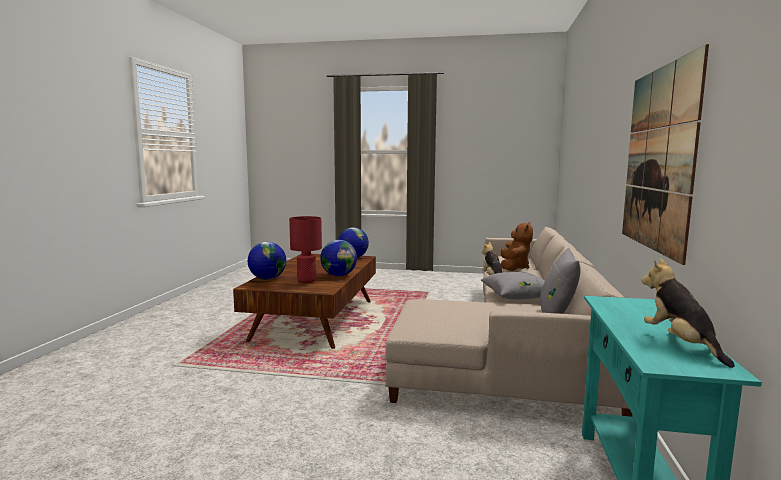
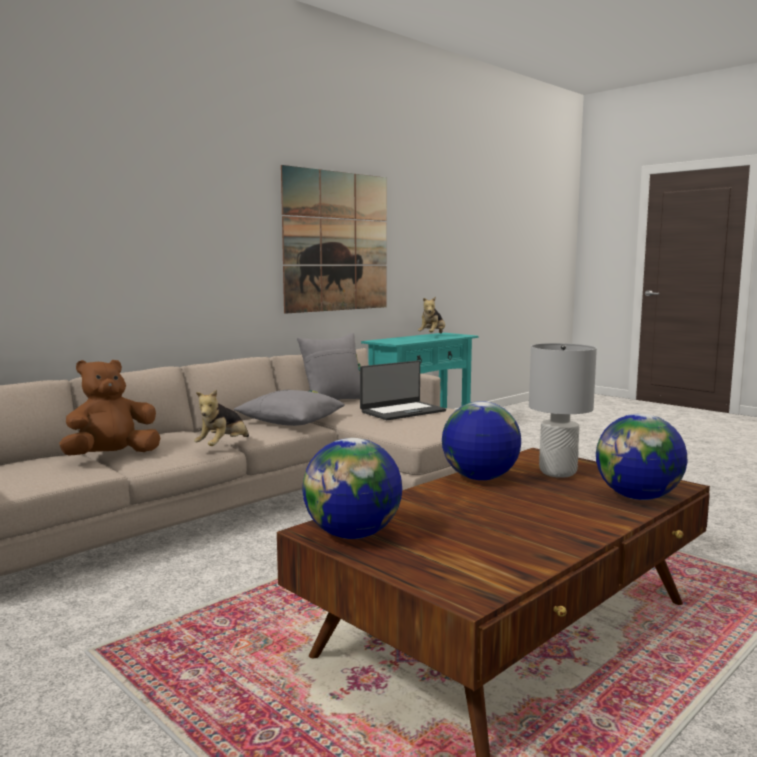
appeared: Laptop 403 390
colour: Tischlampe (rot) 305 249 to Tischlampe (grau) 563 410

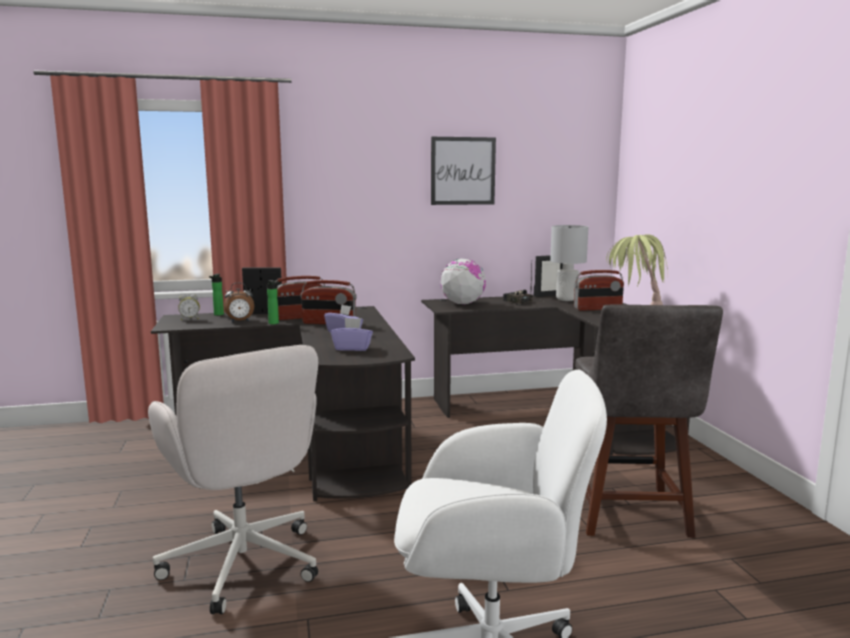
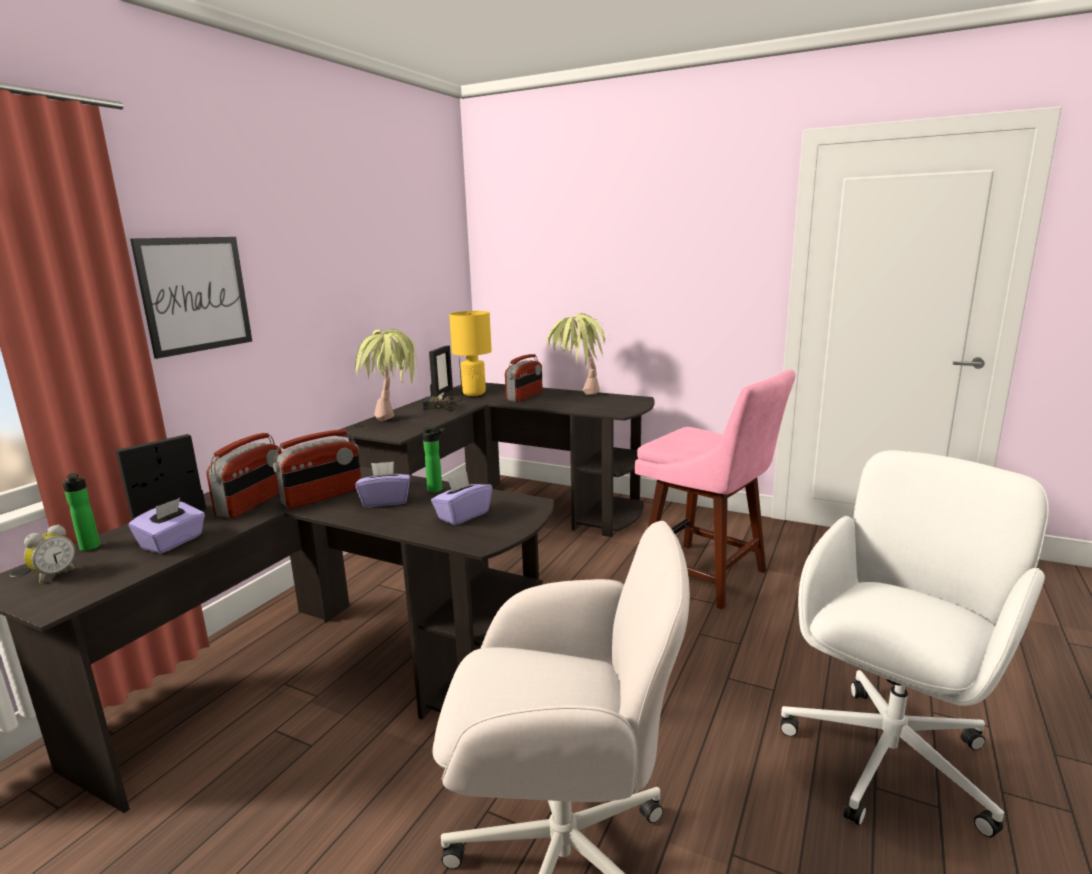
relocated: Bild 463 171 to 191 298; Flasche 273 302 to 433 460
exchanged: Globus 463 281 to Topfpflanze 387 375; Wecker 239 302 to Taschentuchbox (lila) 167 526
colour: Tischlampe (grau) 569 263 to Tischlampe (gelb) 470 353; Hocker (grau) 648 421 to Hocker (rosa) 715 489

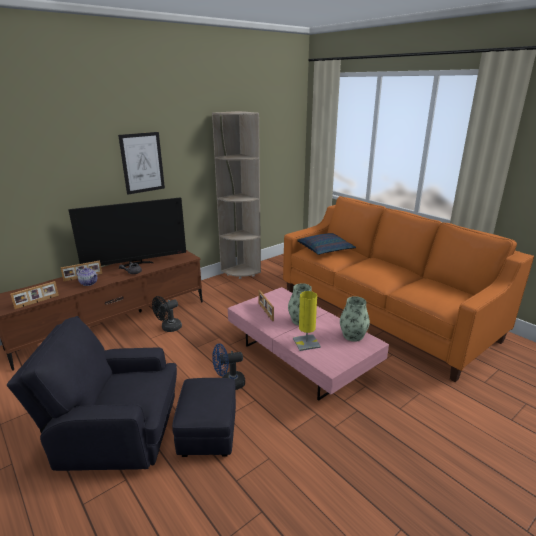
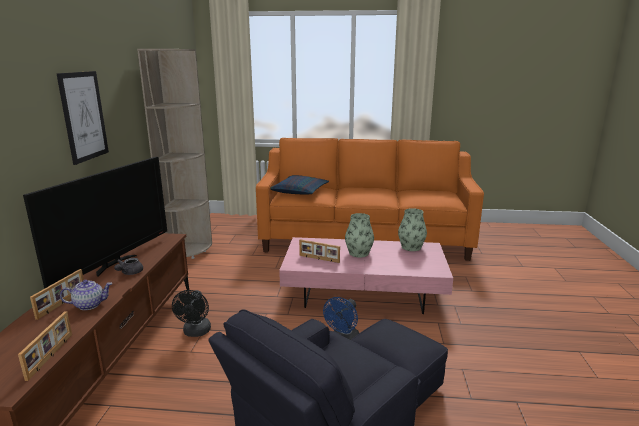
missing: Tischlampe (gelb) 307 321

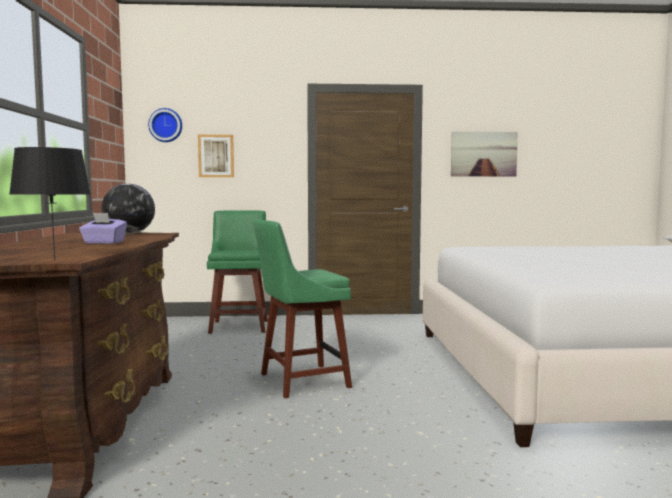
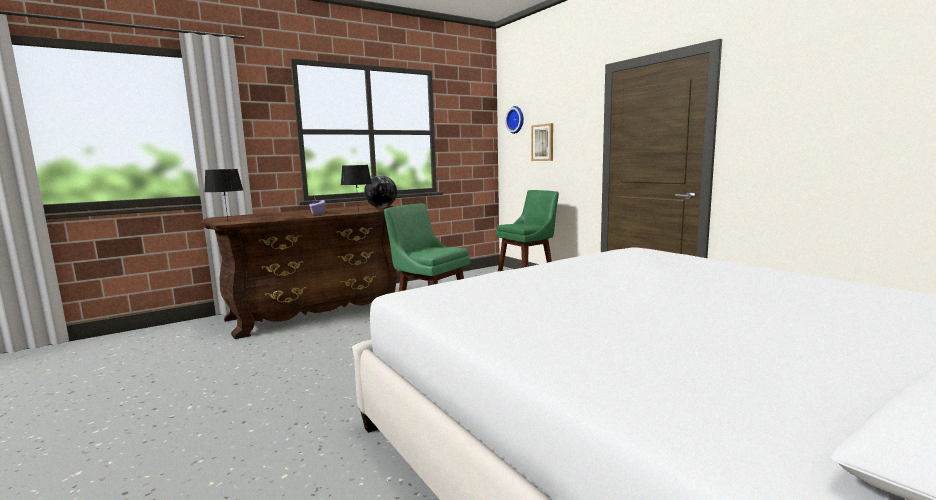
missing: Bild 484 153
appeared: Tischlampe (schwarz) 356 188

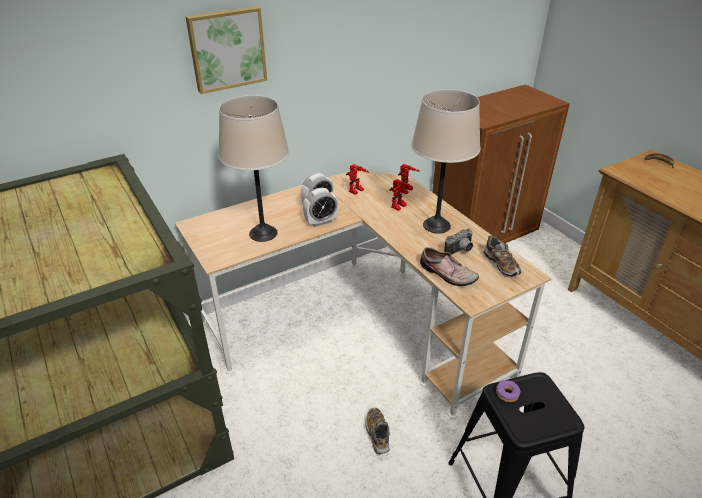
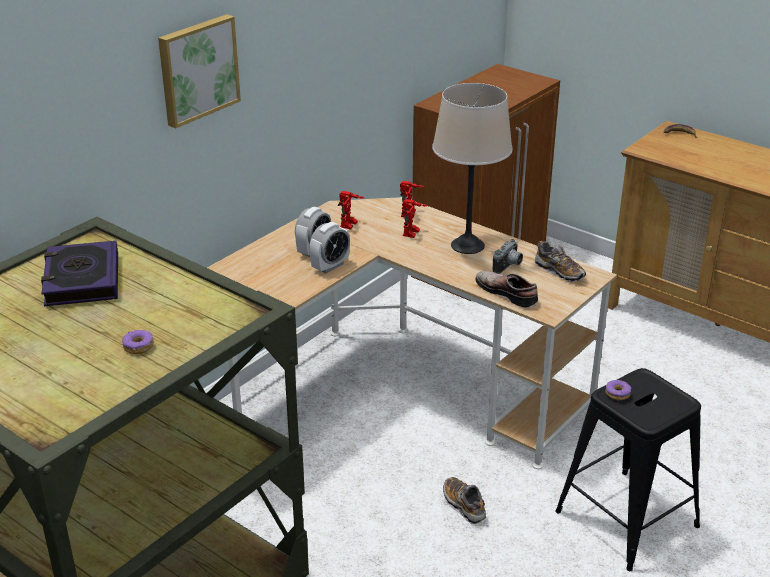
missing: Tischlampe (beige) 254 168
appeared: Buch 79 273; Donut 138 342
spun: Schuh 449 266 = 507 289 150 degrees counterclockwise

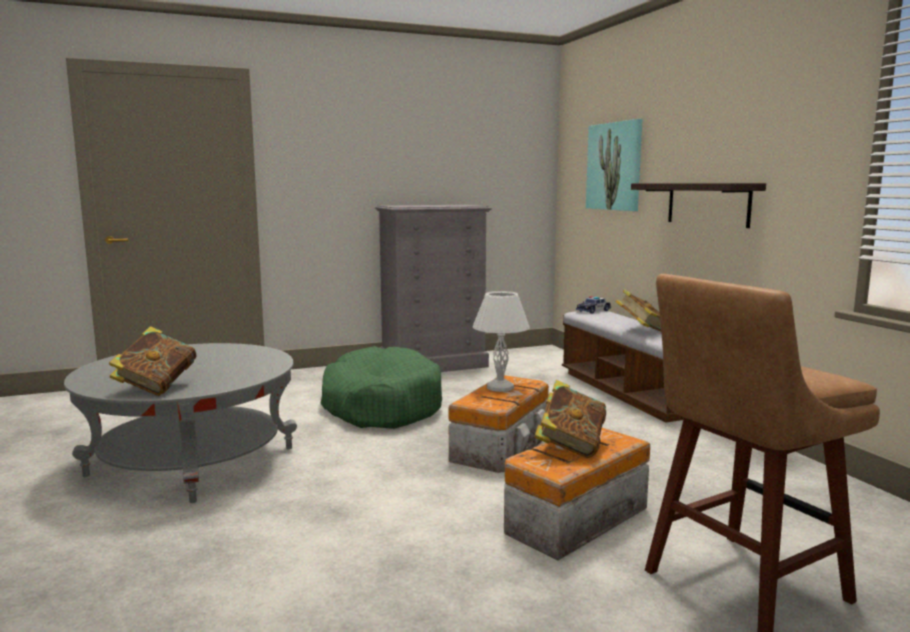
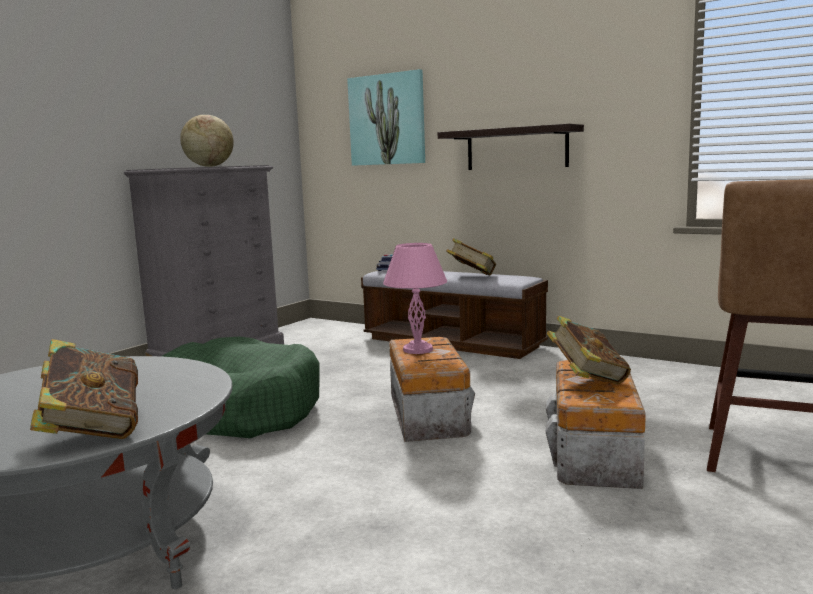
appeared: Globus 207 141
colour: Tischlampe (weiß) 501 341 to Tischlampe (rosa) 415 298

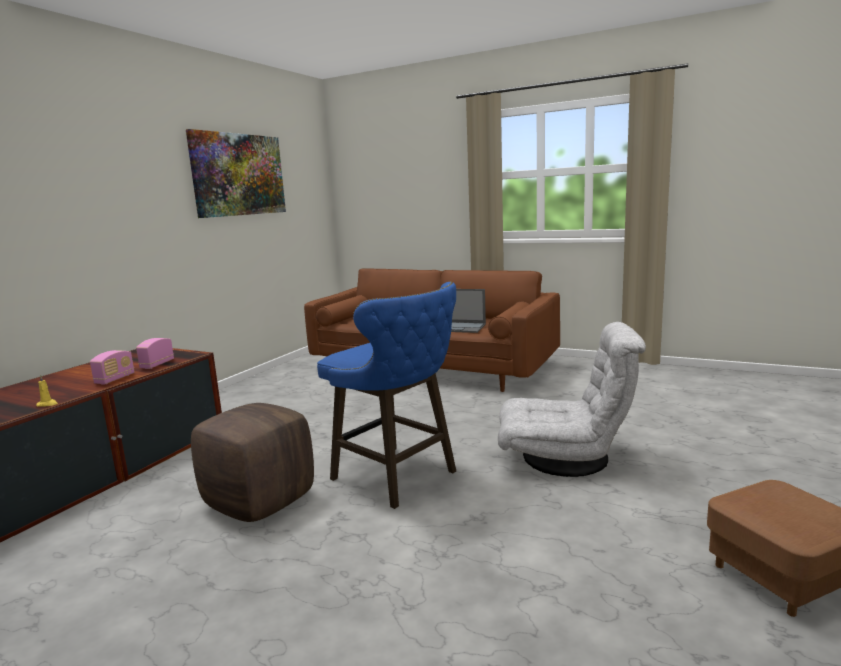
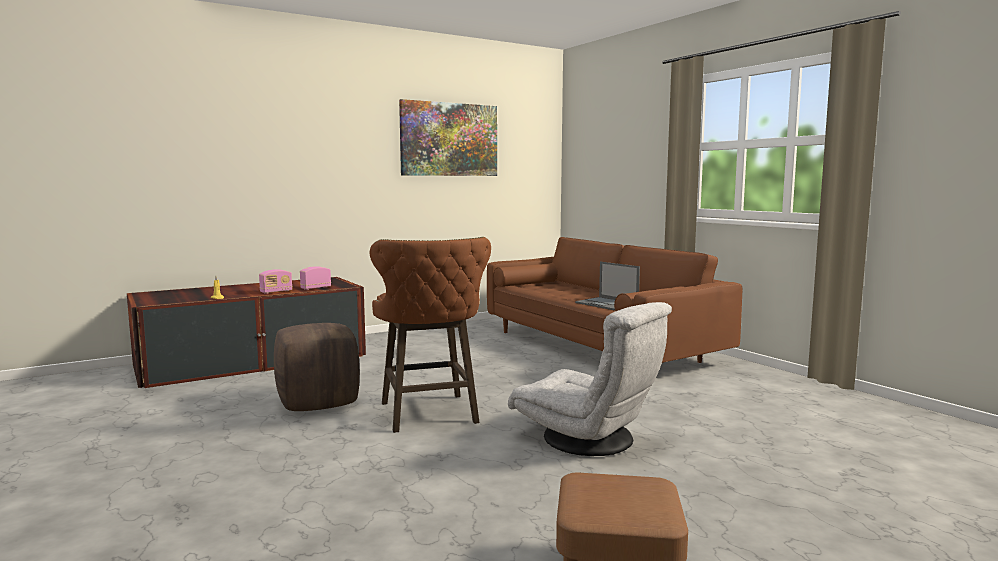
colour: Hocker (blau) 386 395 to Hocker (braun) 430 335

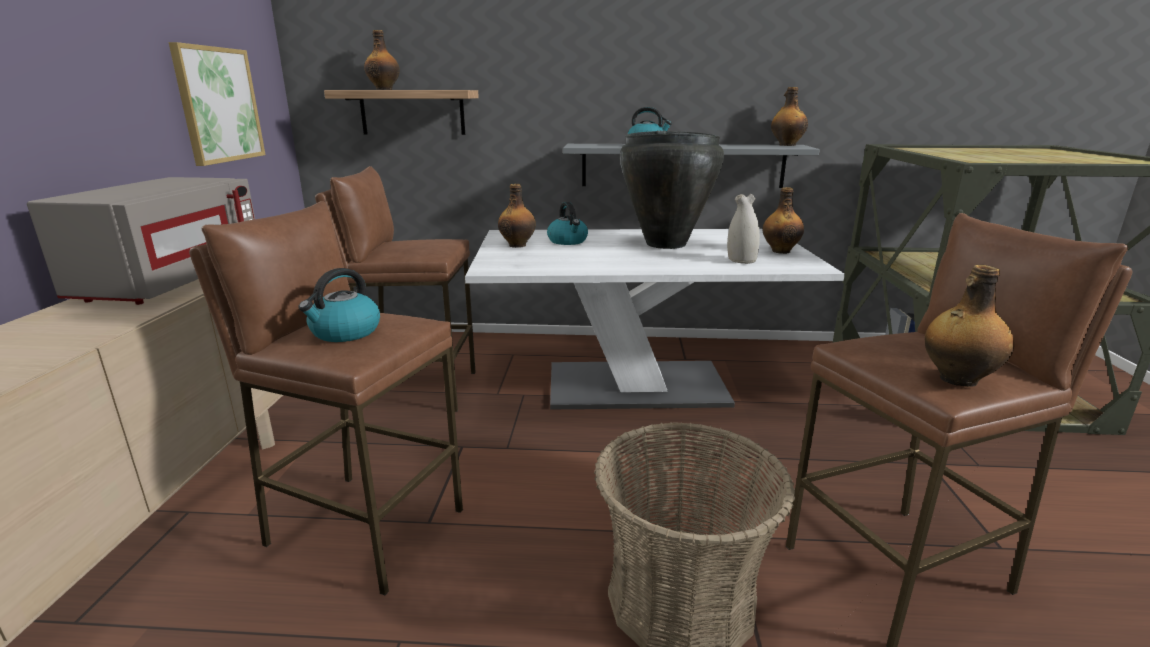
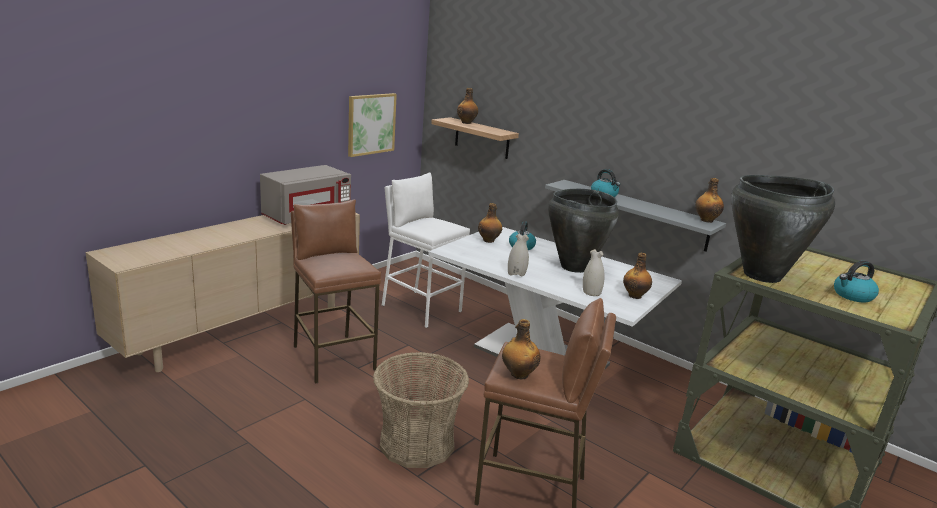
appeared: Vase (schwarz) 783 229; Vase (weiß) 518 254
relocated: Wasserkessel 339 305 to 856 282
colour: Hocker (braun) 395 289 to Hocker (weiß) 426 250

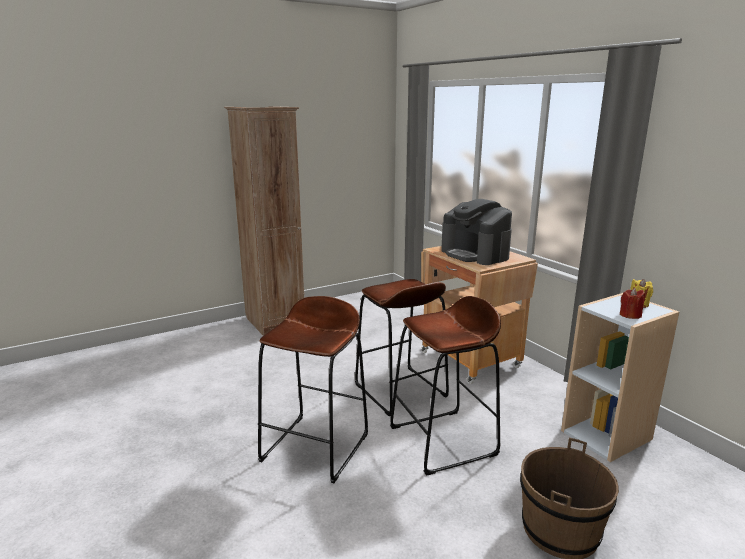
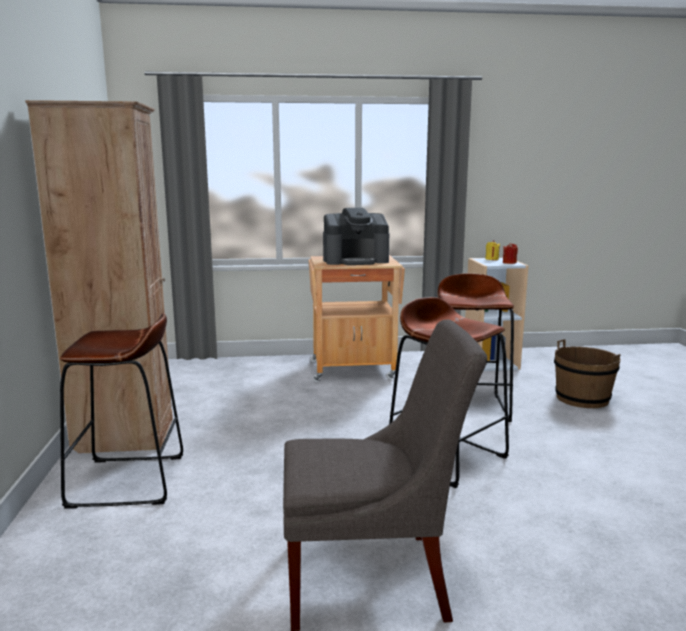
appeared: Stuhl (grau) 385 475
relocated: Hocker (braun) 402 347 to 121 411

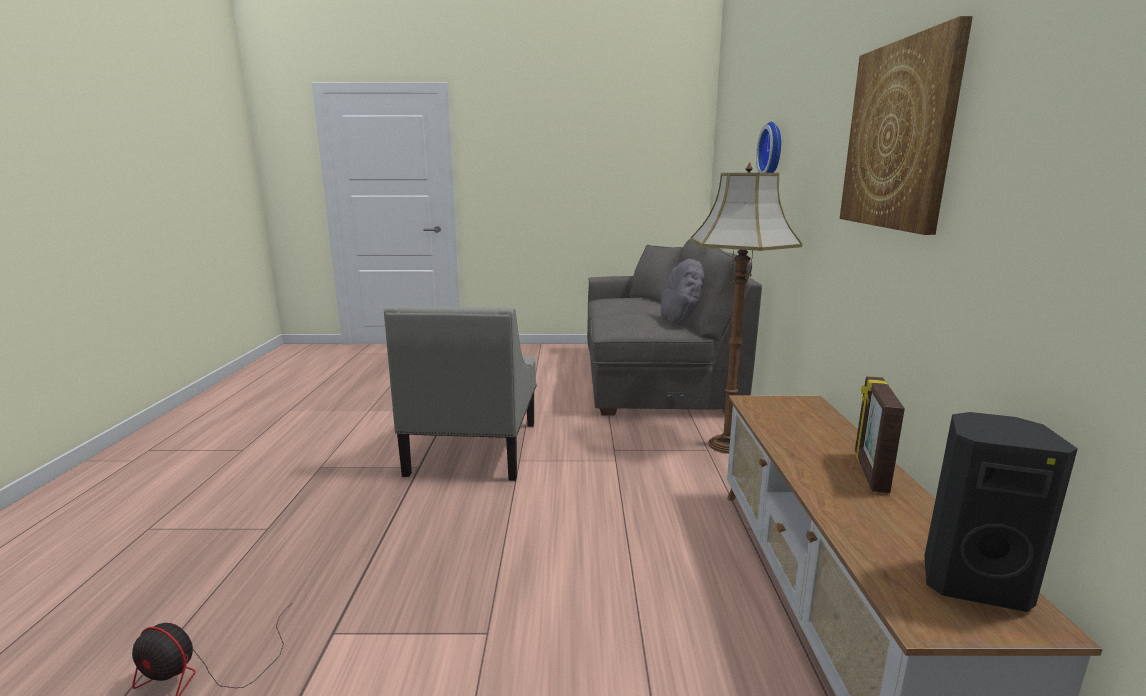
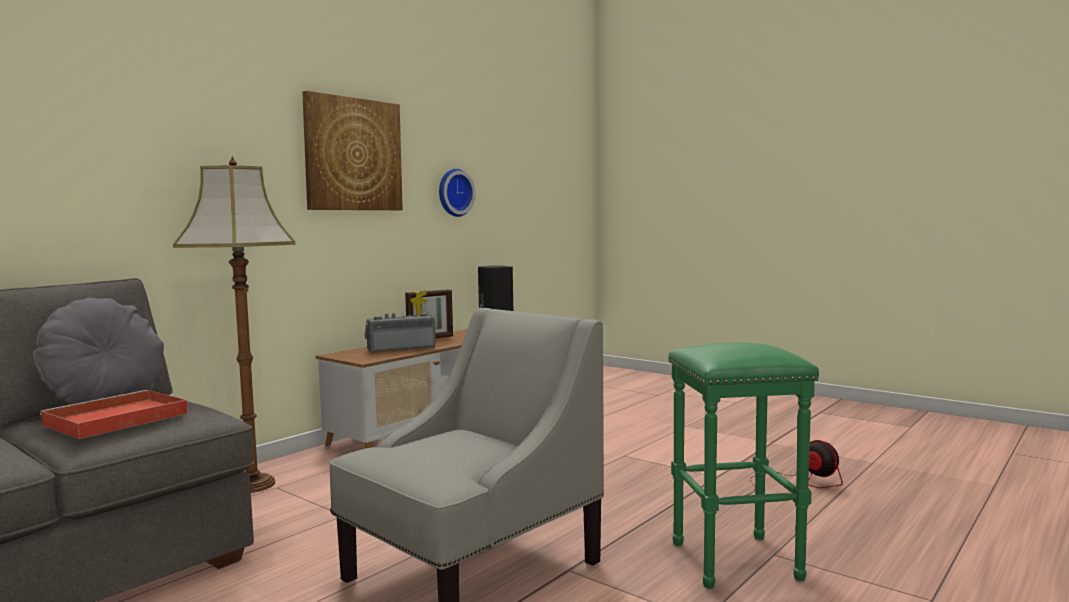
appeared: Radio 400 333; Hocker (grün) 743 465; Tablett (rot) 114 414
relocated: Wanduhr 768 147 to 457 193

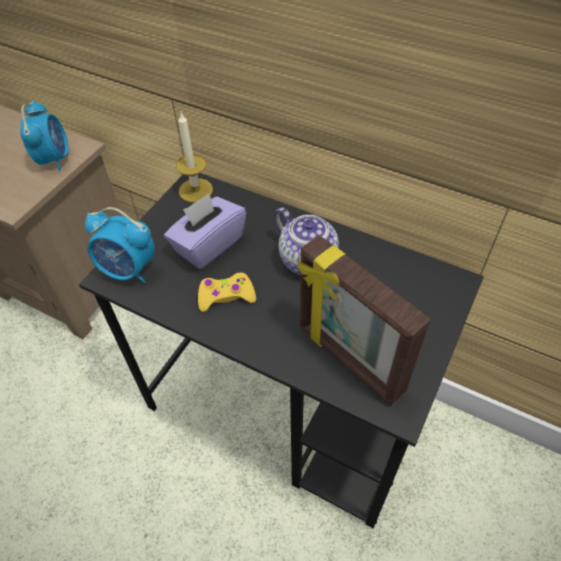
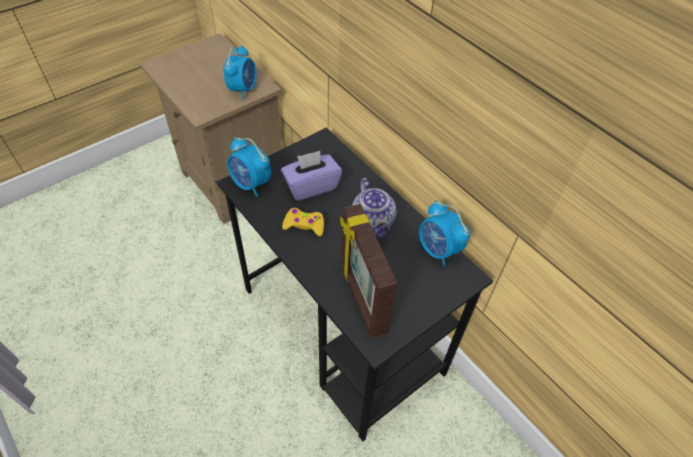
missing: Kerze 194 157
appeared: Wecker 444 233

